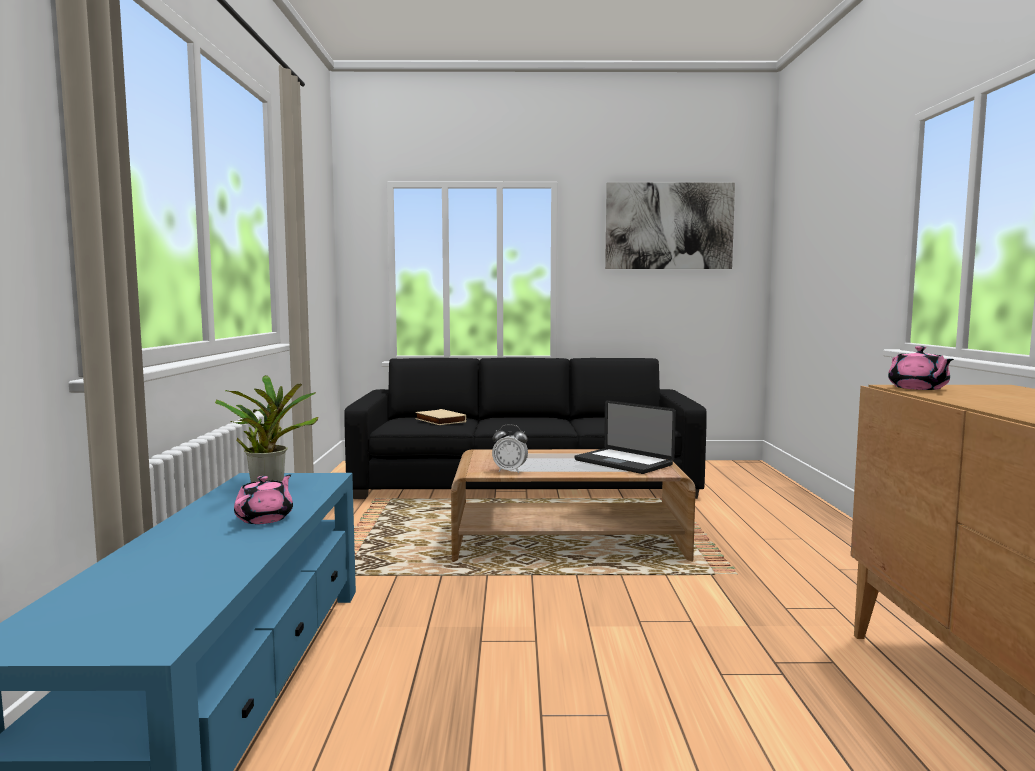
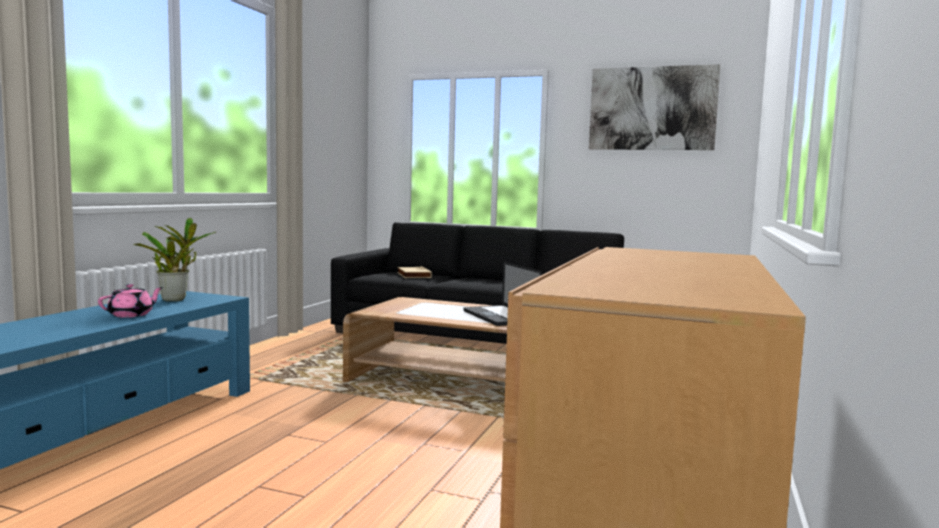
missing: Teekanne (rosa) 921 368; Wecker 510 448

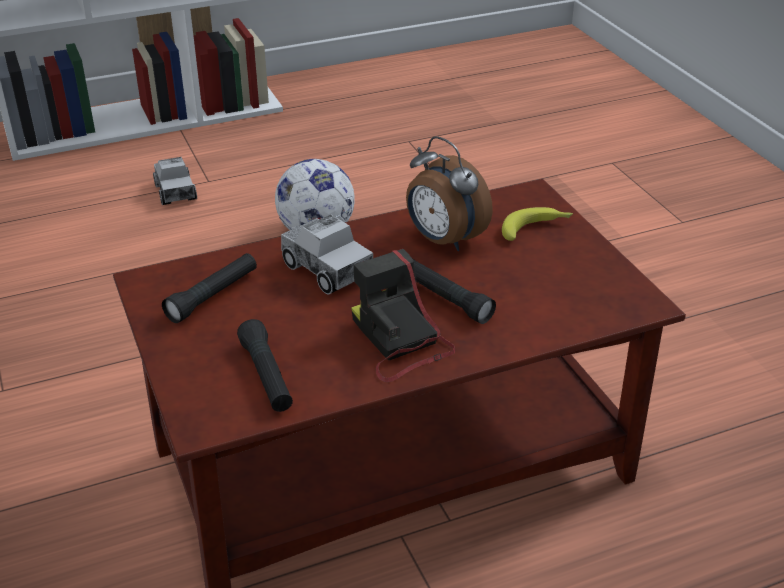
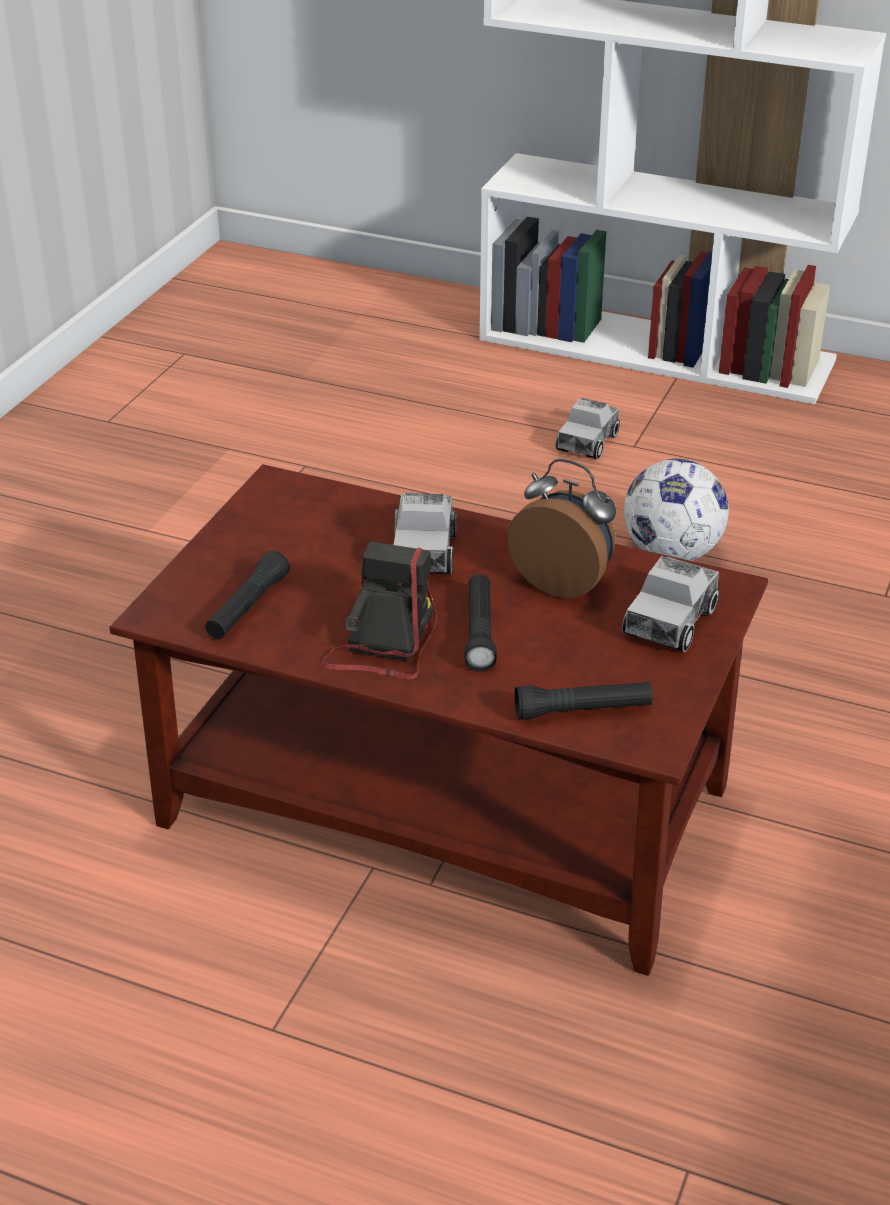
relocated: Taschenlampe (schwarz) 209 288 to 583 701
exchanged: Banane 537 224 to Spielzeuglaster 670 604
spun: Wecker 449 193 = 561 528 120 degrees clockwise

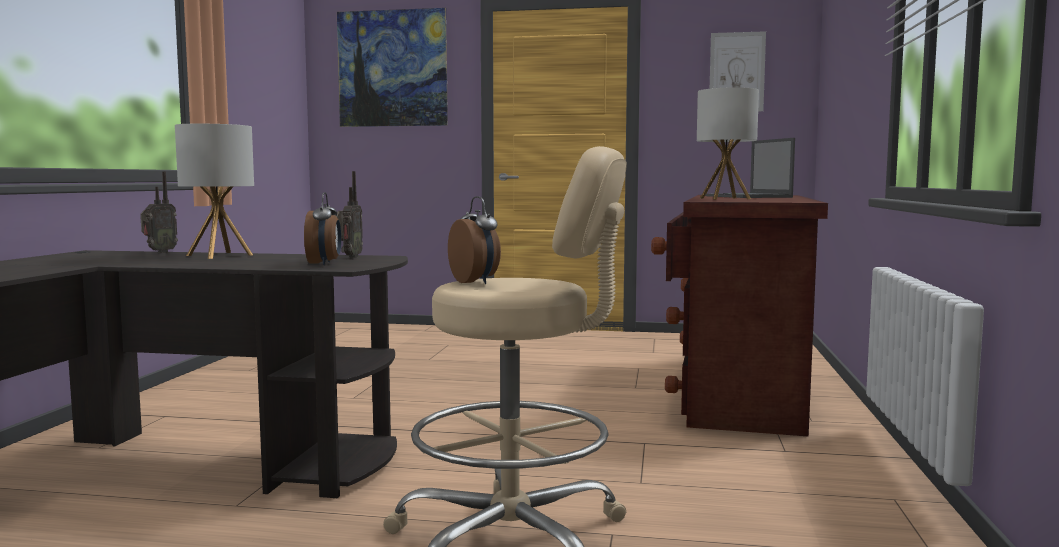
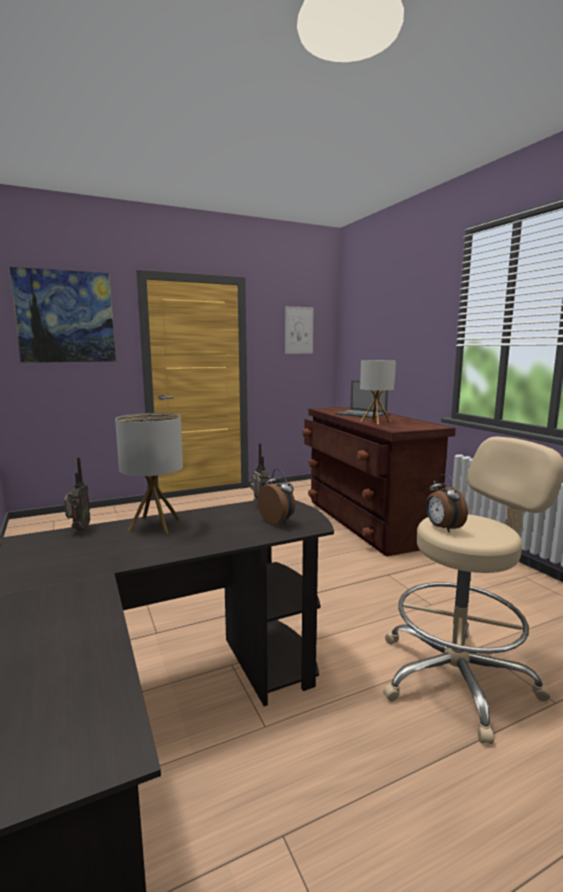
spun: Wecker 474 240 = 447 503 135 degrees counterclockwise

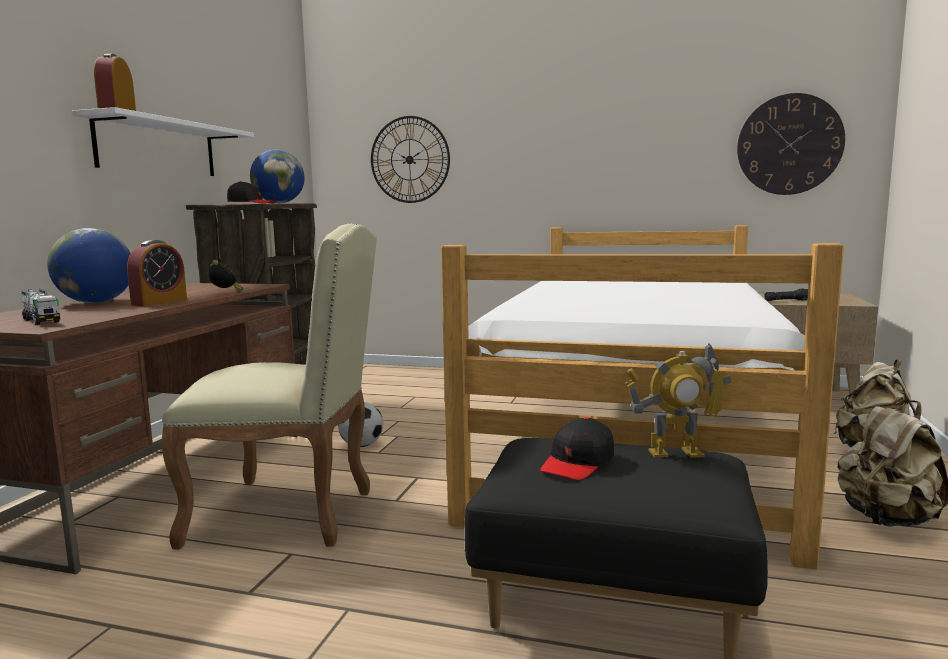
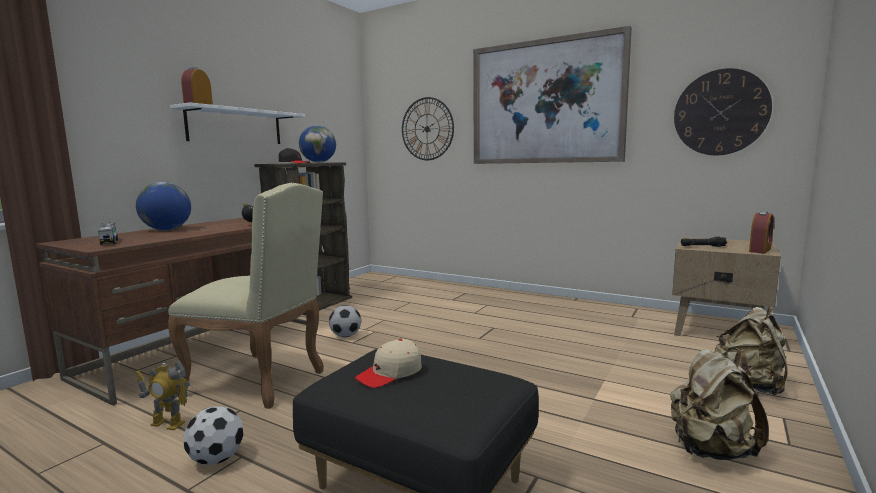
missing: Bett 642 397
appeared: Bild 552 95; Fußball 213 435
relocated: Wecker 157 273 to 761 232; Spielzeugroboter 678 400 to 162 395
colour: Kappe (schwarz) 577 448 to Kappe (beige) 388 363

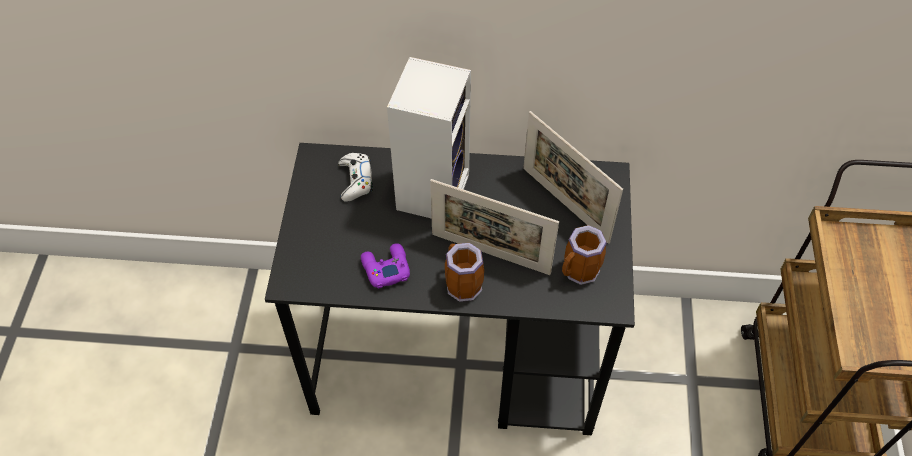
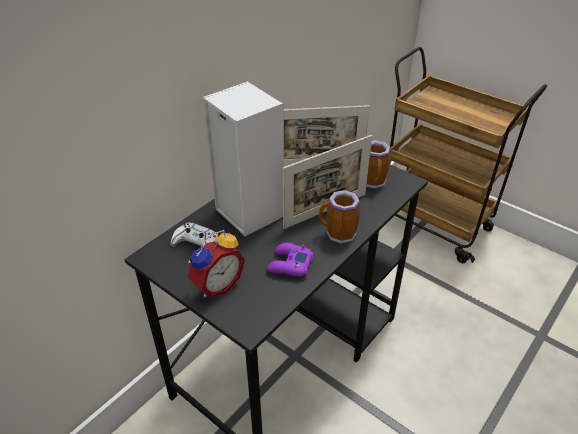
appeared: Wecker 216 264

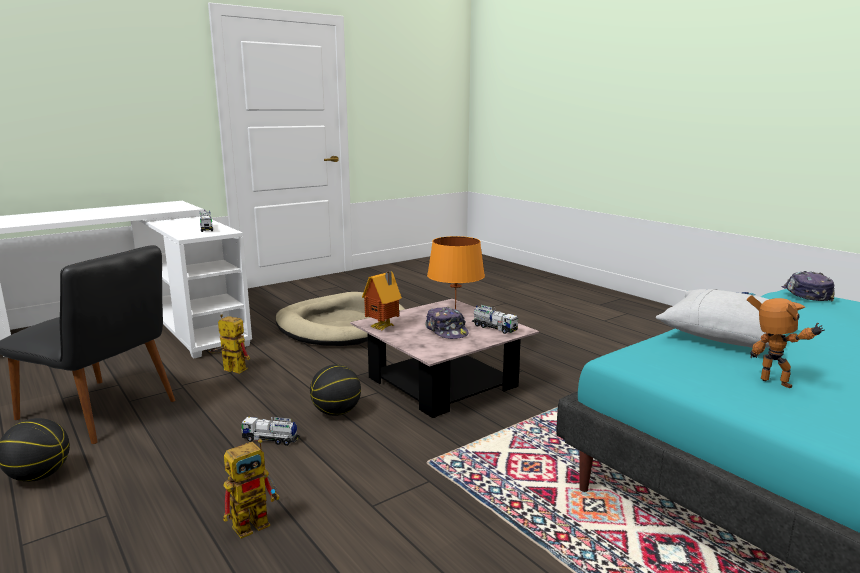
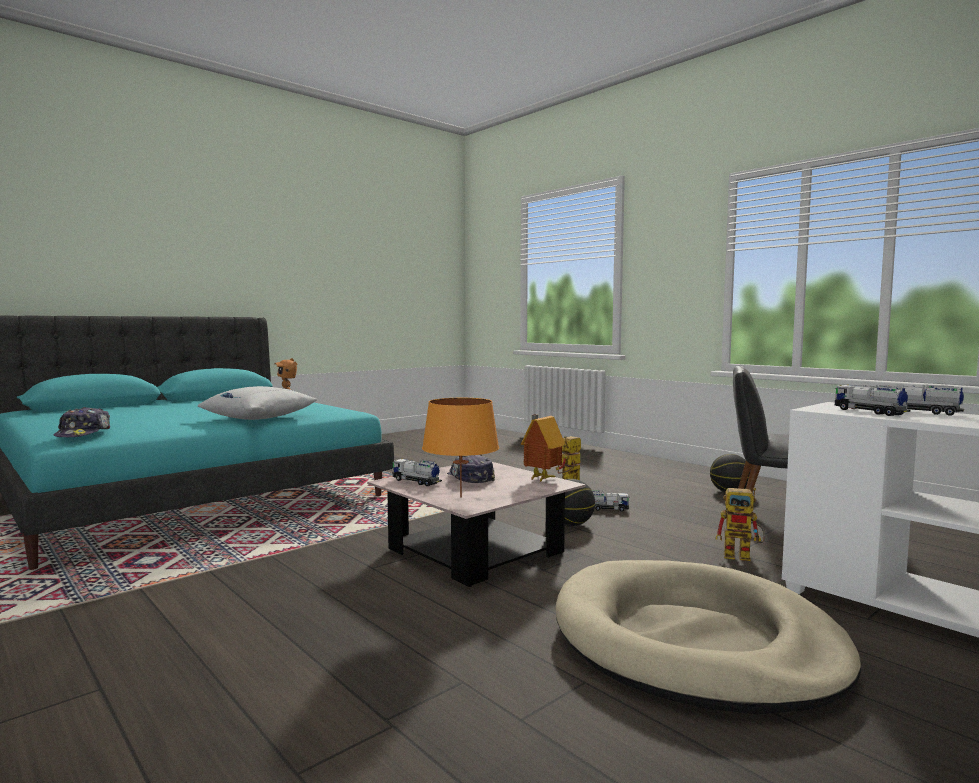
appeared: Spielzeuglaster 926 400

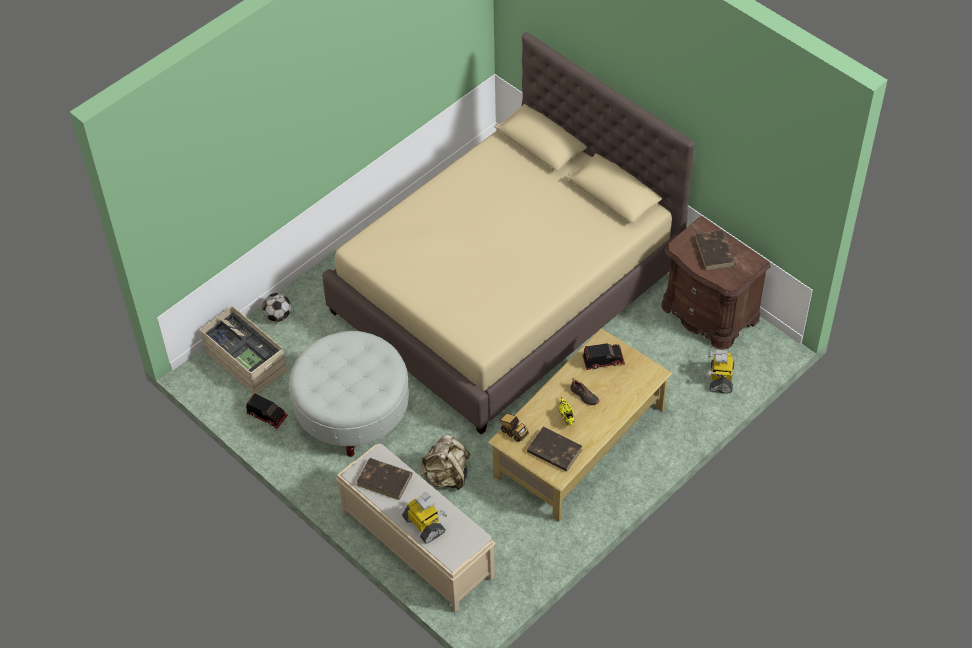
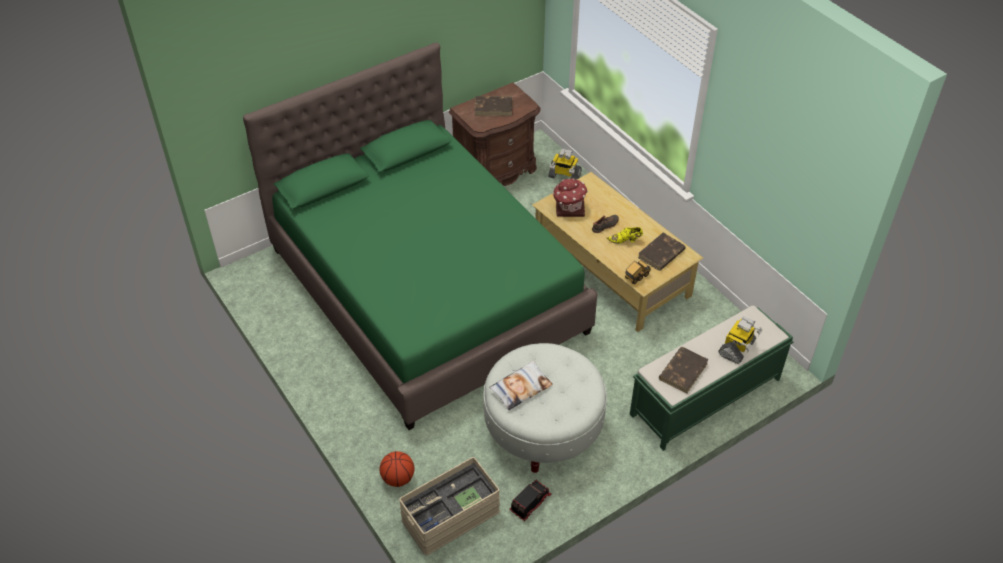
missing: Rucksack (beige) 445 462
appeared: Kissen 521 385
exchanged: Fußball 276 307 to Basketball 397 469; Spielzeuglaster 604 356 to Spielzeughaus 570 197
colour: Bett (beige) 508 233 to Bett (grün) 420 236; Bank (beige) 416 528 to Bank (grün) 712 378
spun: Spielzeugroboter 424 517 = 740 340 150 degrees clockwise

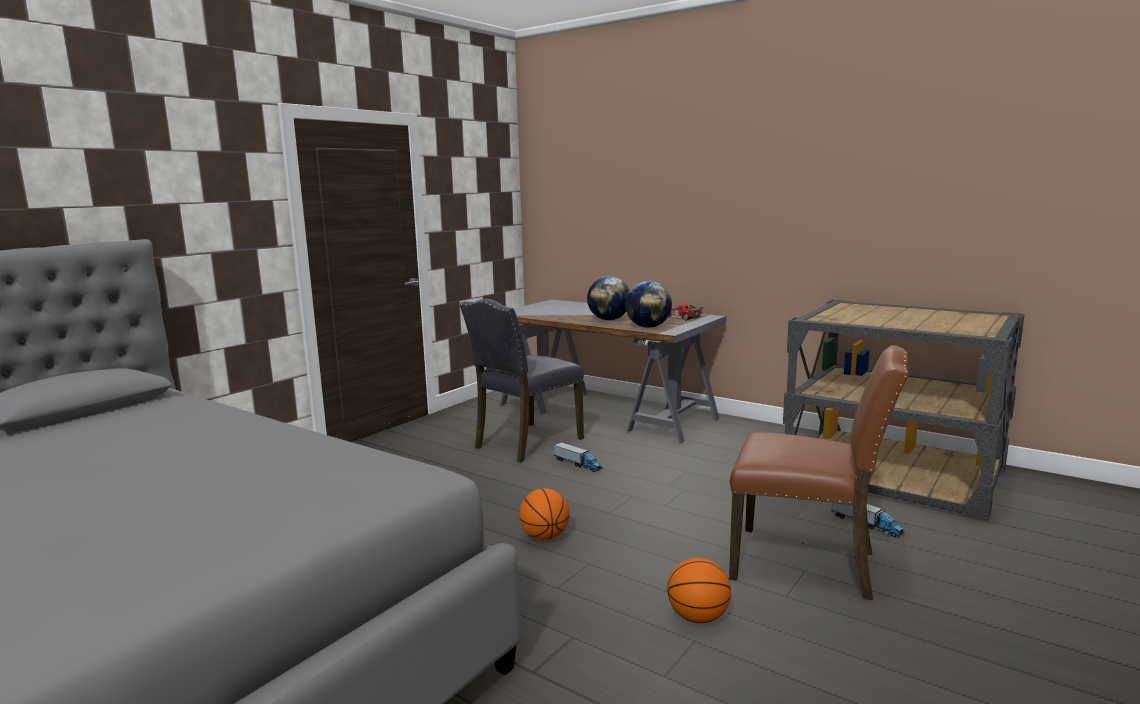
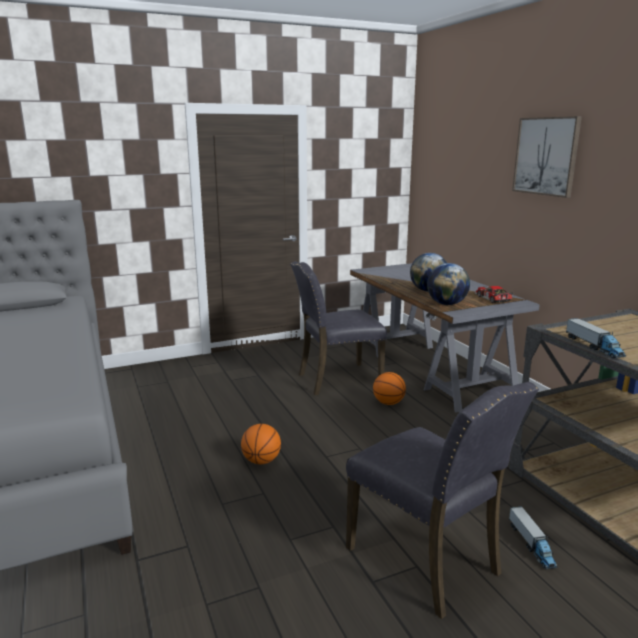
appeared: Bild 547 157
relocated: Spielzeuglaster 578 457 to 596 338; Basketball 699 590 to 389 388
colour: Stuhl (braun) 819 472 to Stuhl (grau) 442 500

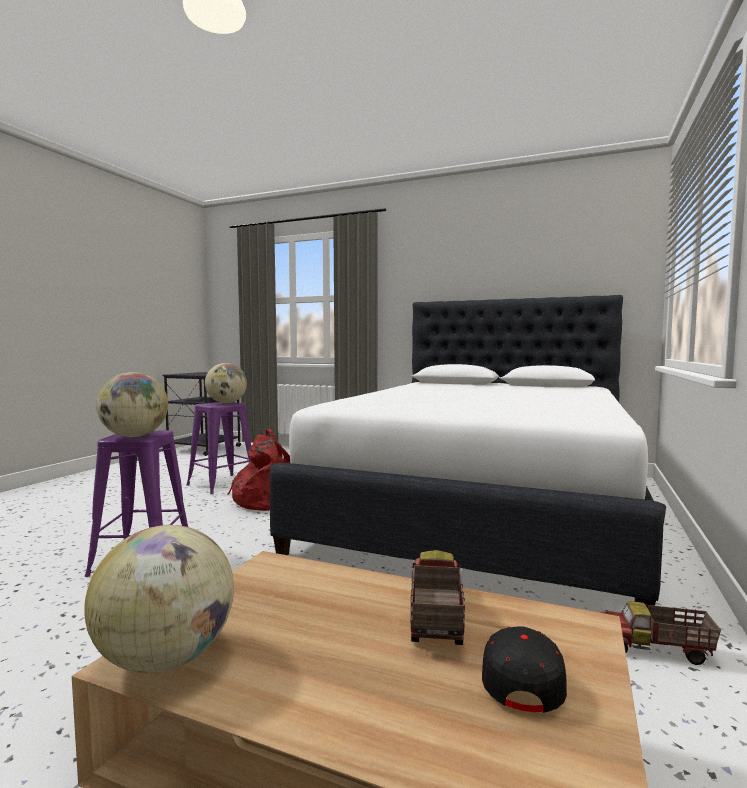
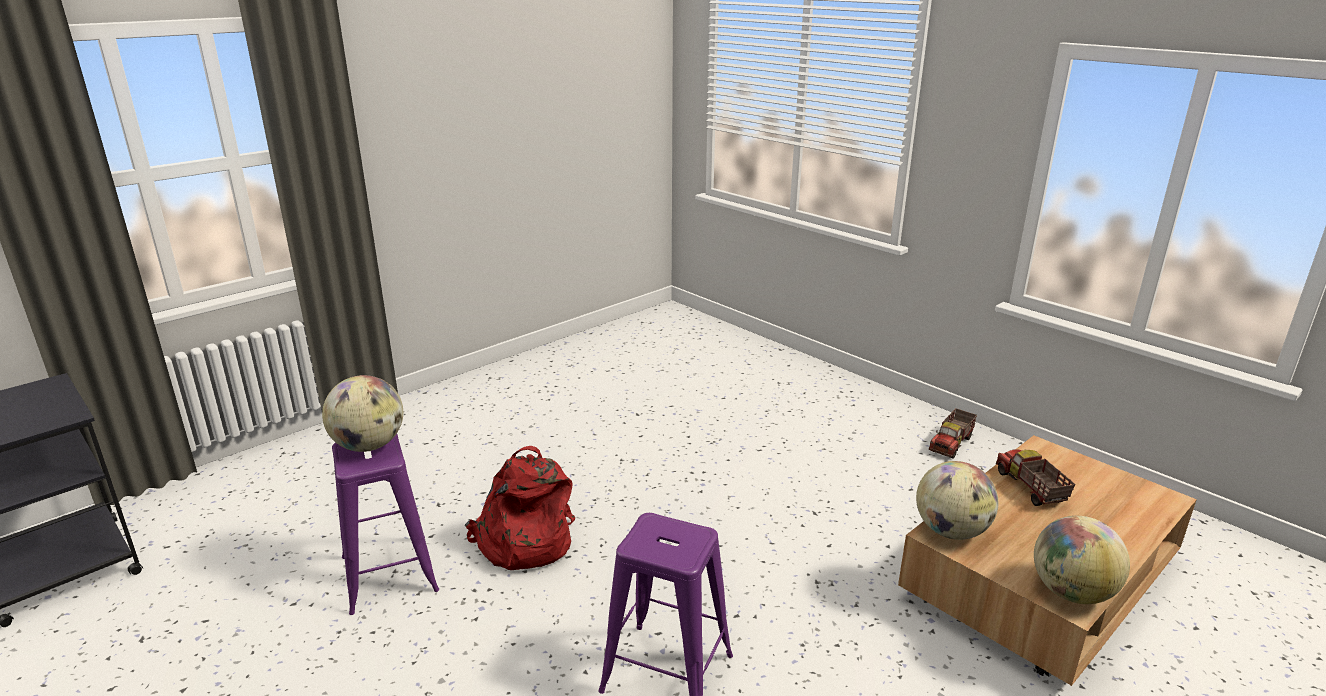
missing: Bett (weiß) 468 450; Kappe (schwarz) 524 670
relocated: Globus 132 404 to 957 500
spun: Spielzeuglaster 438 597 = 1036 477 45 degrees clockwise

